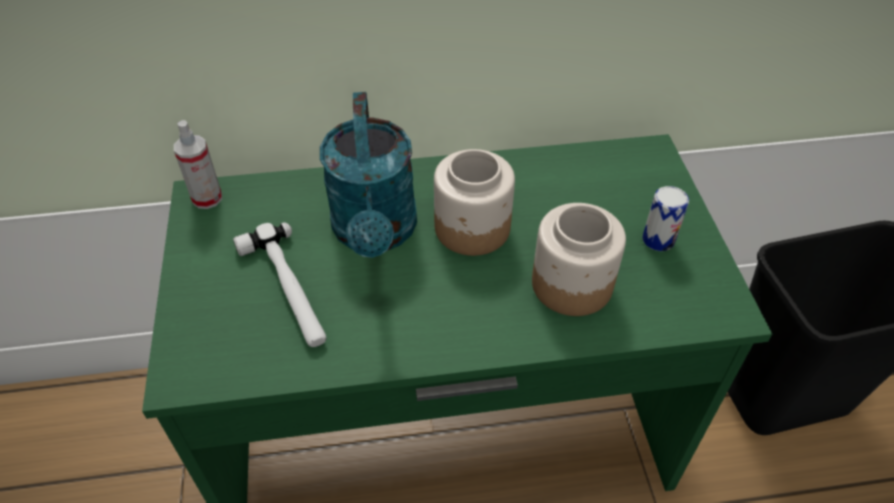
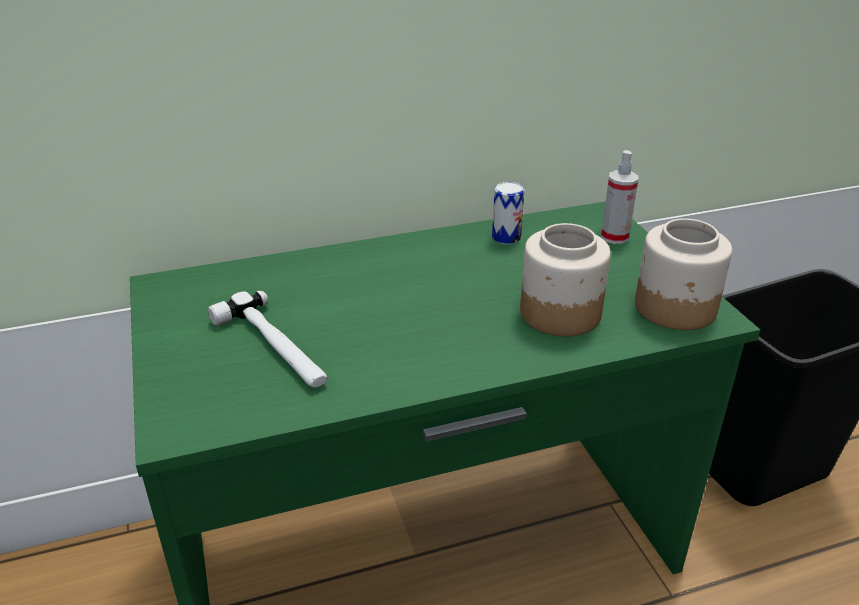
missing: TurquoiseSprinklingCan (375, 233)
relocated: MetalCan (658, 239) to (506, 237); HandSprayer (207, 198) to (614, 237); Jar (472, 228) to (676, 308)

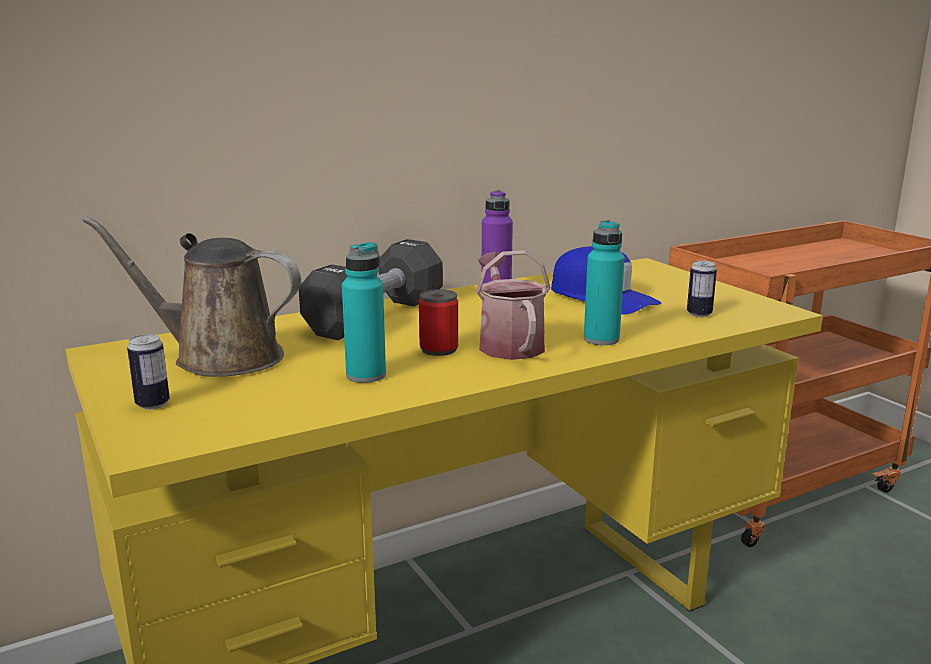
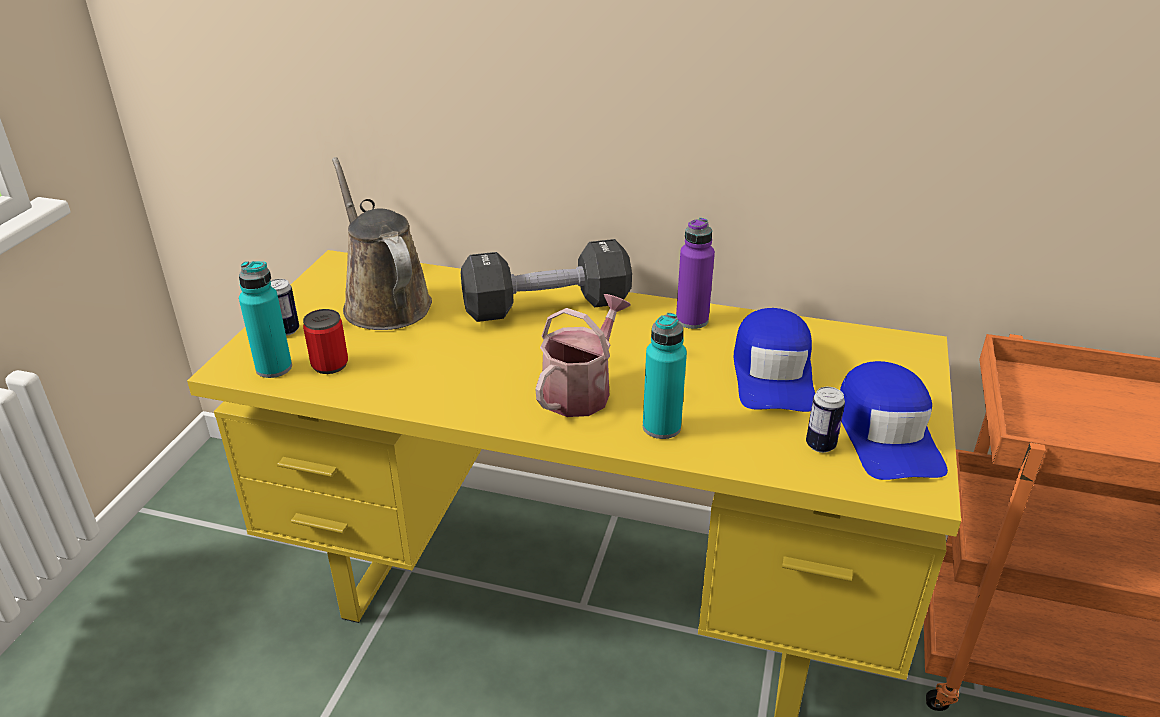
appeared: BluePeakedCap (886, 433)
relocated: TurquoiseDrinkBottle (366, 375) to (274, 368); MetalCan (439, 349) to (330, 364)

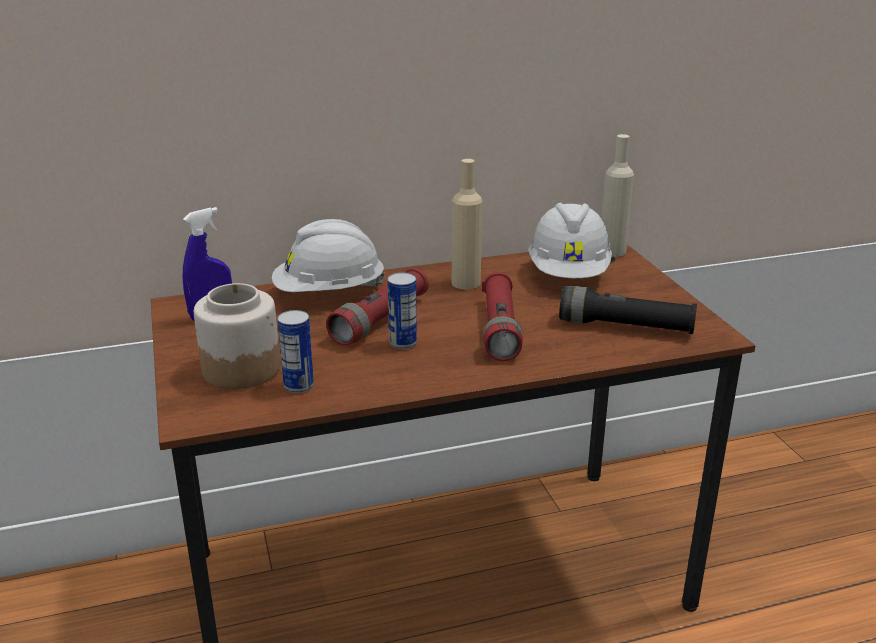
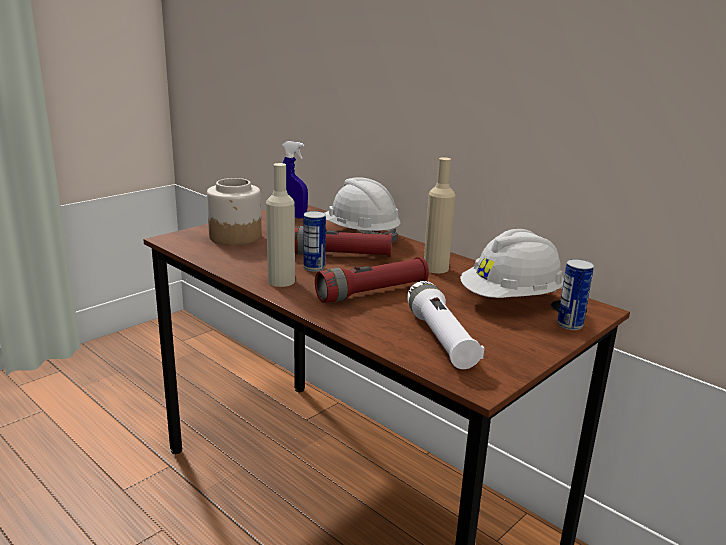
relocated: BeigeColouredDrinkBottle (612, 251) to (281, 281); MetalCan (298, 386) to (569, 325)
colour: BlackFlashlight (625, 327) to WhiteColouredFlashlight (440, 339)

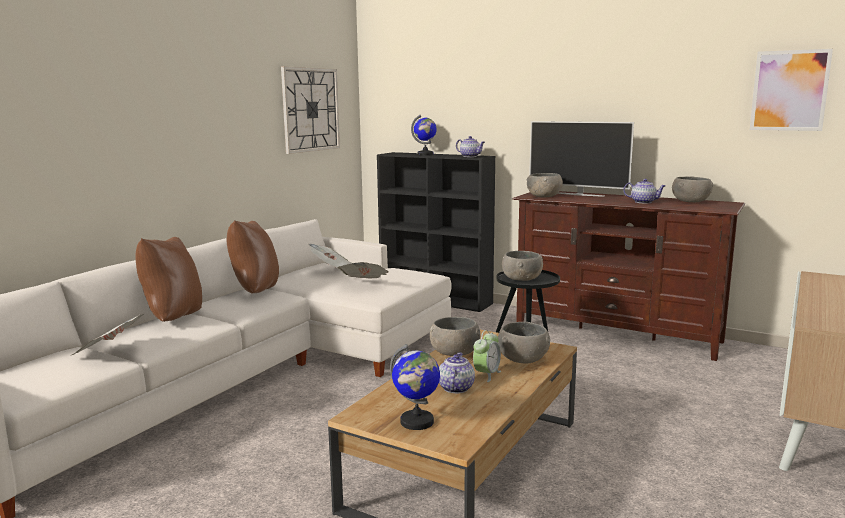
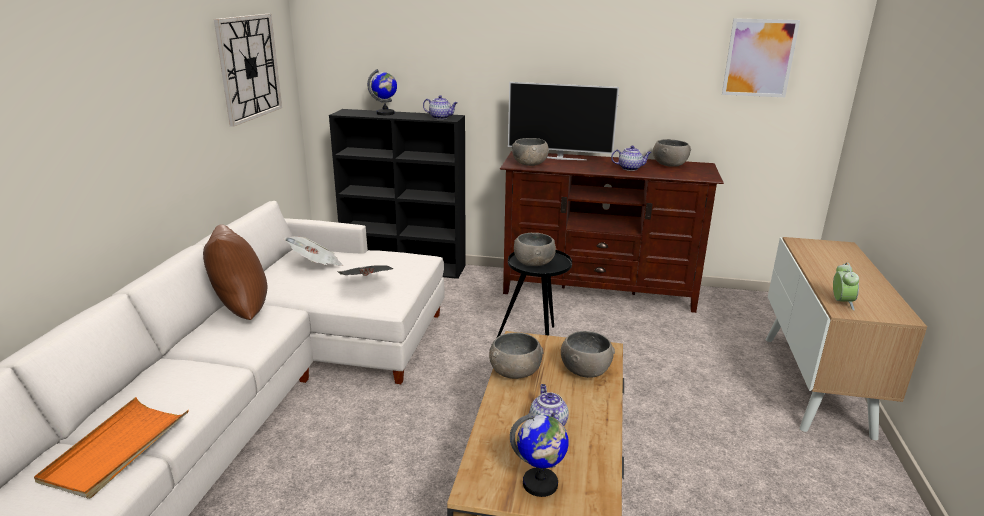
missing: BrownPillow (172, 318)
relocated: AlarmClock (486, 374) to (841, 303)
exchanged: PrintedPaper (110, 352) to OrangeyTray (116, 449)

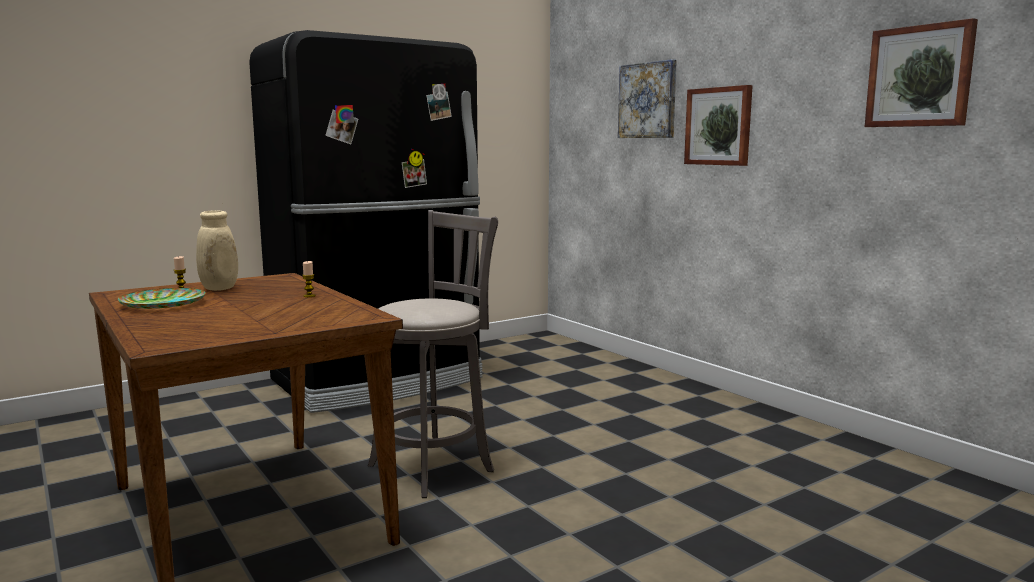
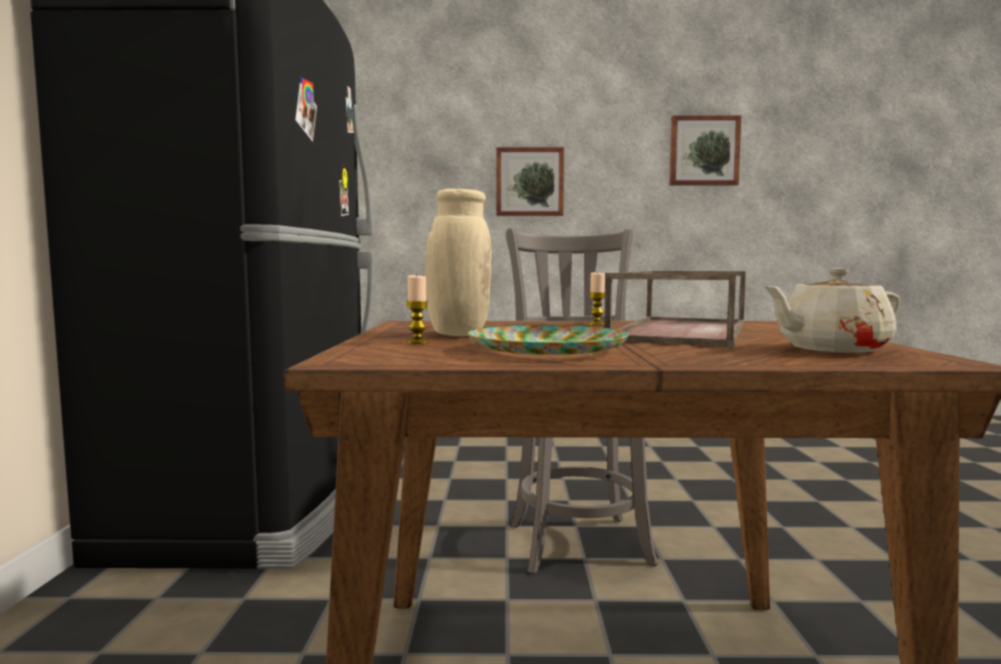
missing: WallArt (648, 100)
appeared: BrownTray (679, 331); BeigeColouredTeapot (831, 349)

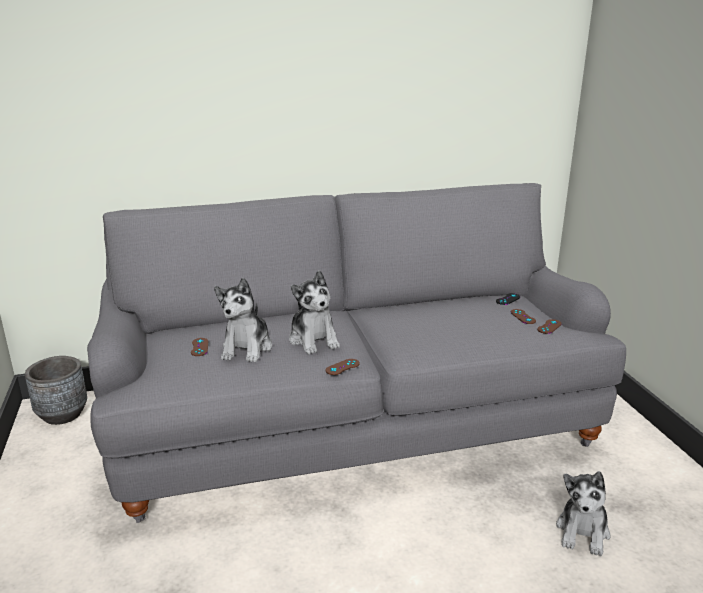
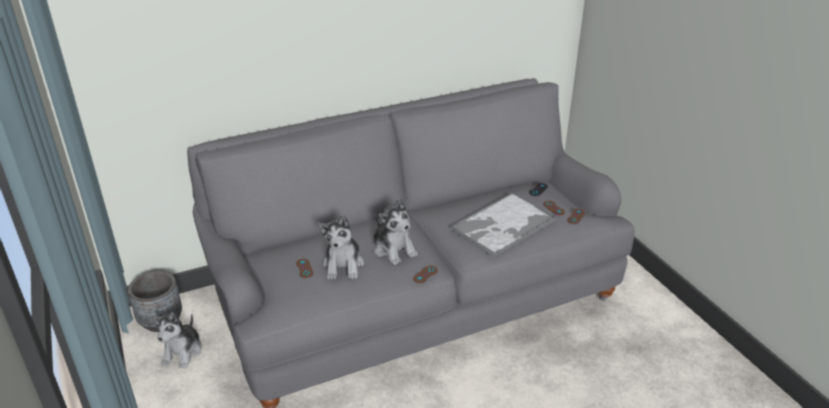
appeared: Tray (503, 225)
relocated: PlushToy (583, 532) to (183, 352)

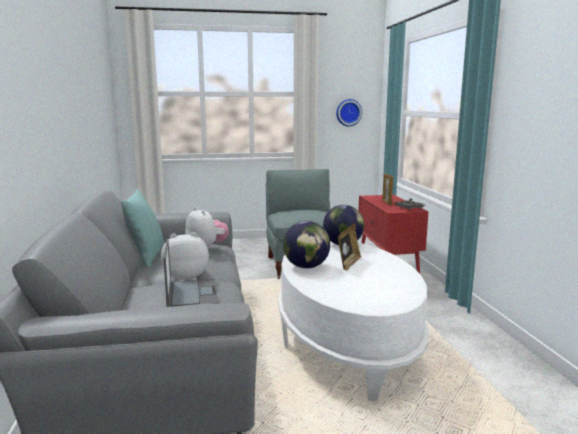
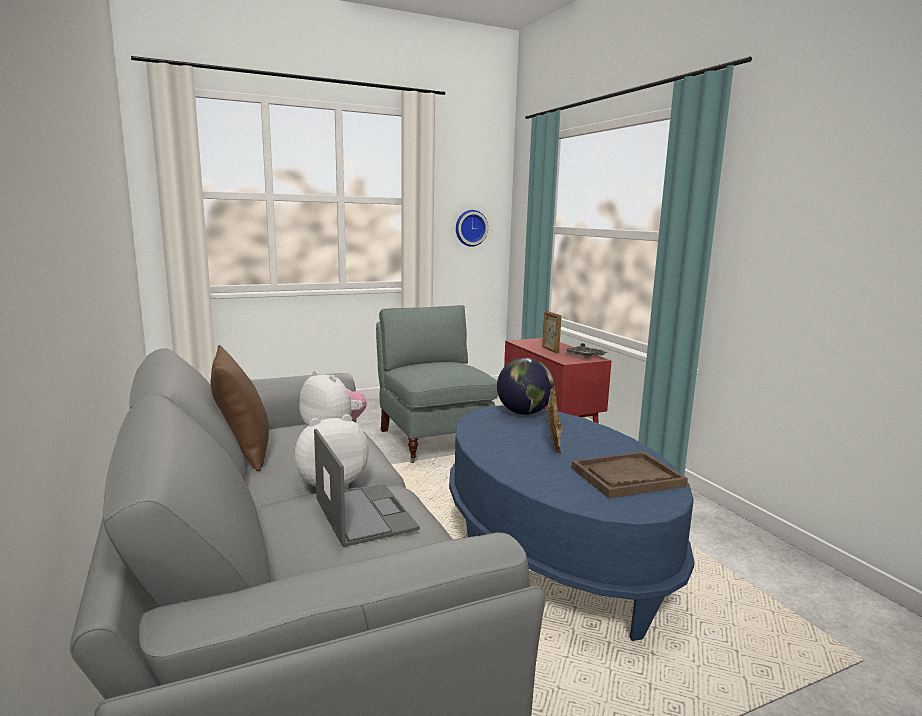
missing: Globe (306, 267)
appeared: BrownTray (627, 477)
colour: TurquoisePillow (146, 256) to BrownPillow (243, 452); WhiteColouredLoungeTable (346, 341) to BlueLoungeTable (553, 550)

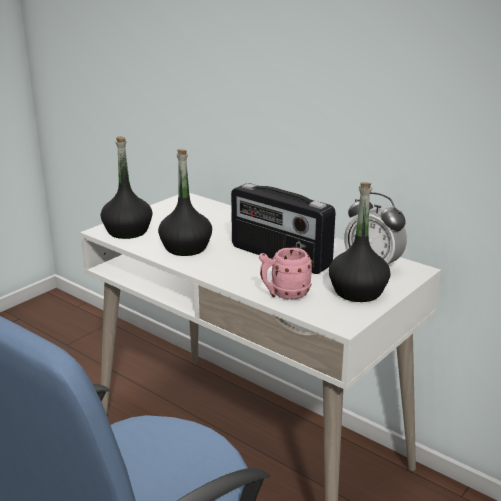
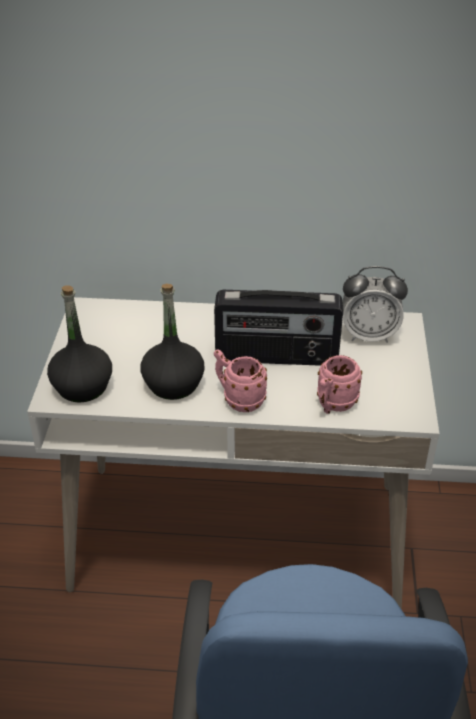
missing: BlackDrinkBottle (357, 291)
appeared: PinkishCoffeeMug (238, 399)

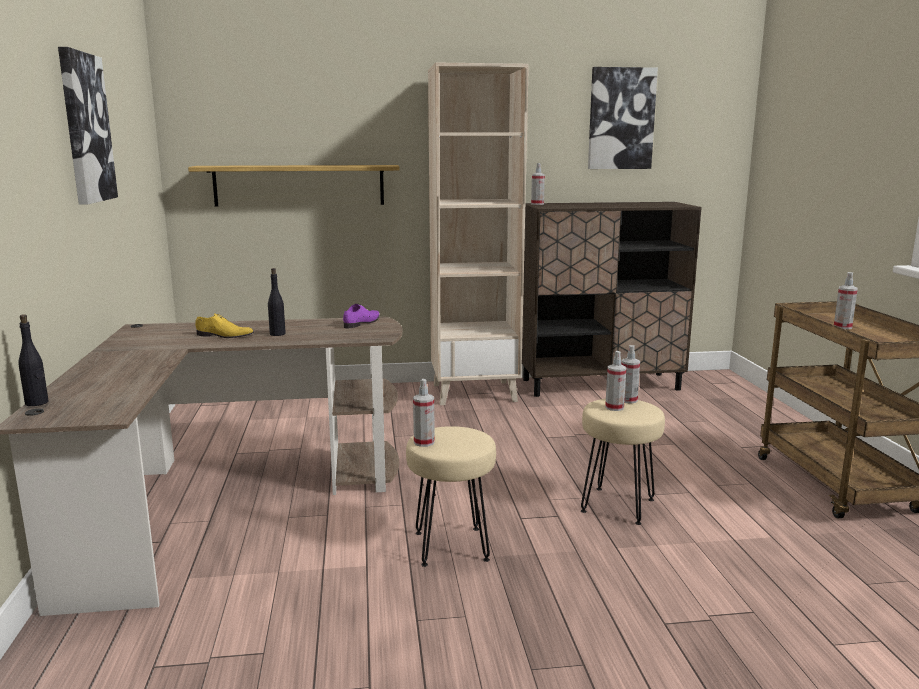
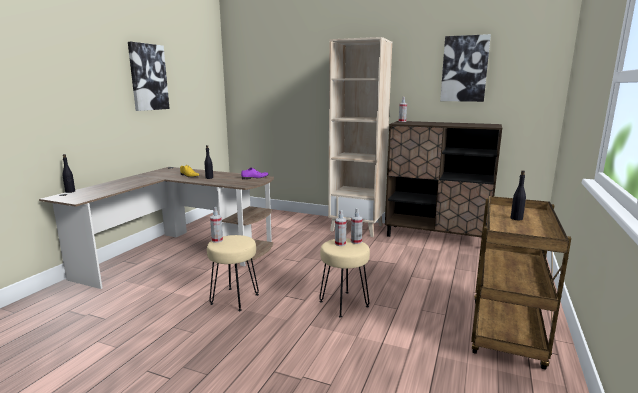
missing: Shelf (299, 185)
exchanged: HandSprayer (842, 327) to BlackDrinkBottle (516, 218)

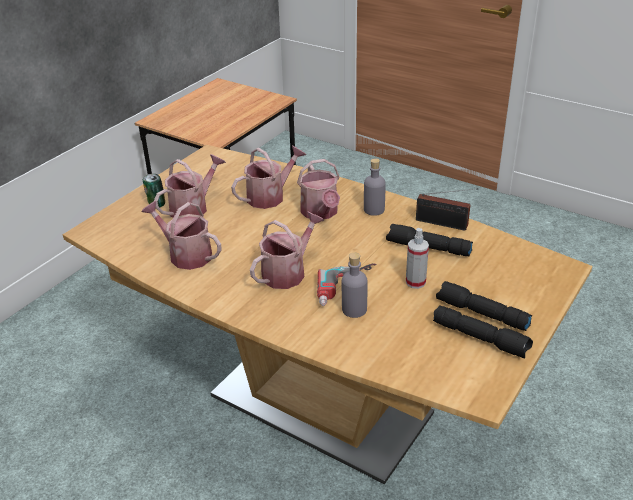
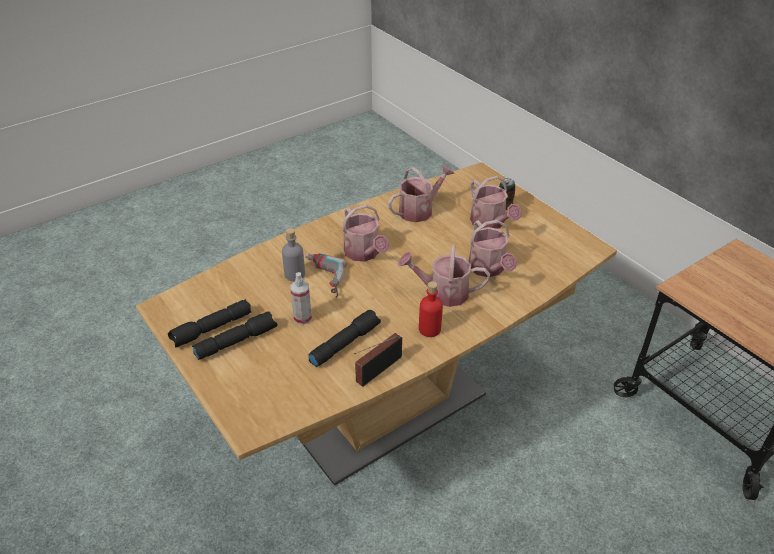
colour: GreyDrinkBottle (374, 210) to RedDrinkBottle (429, 329)

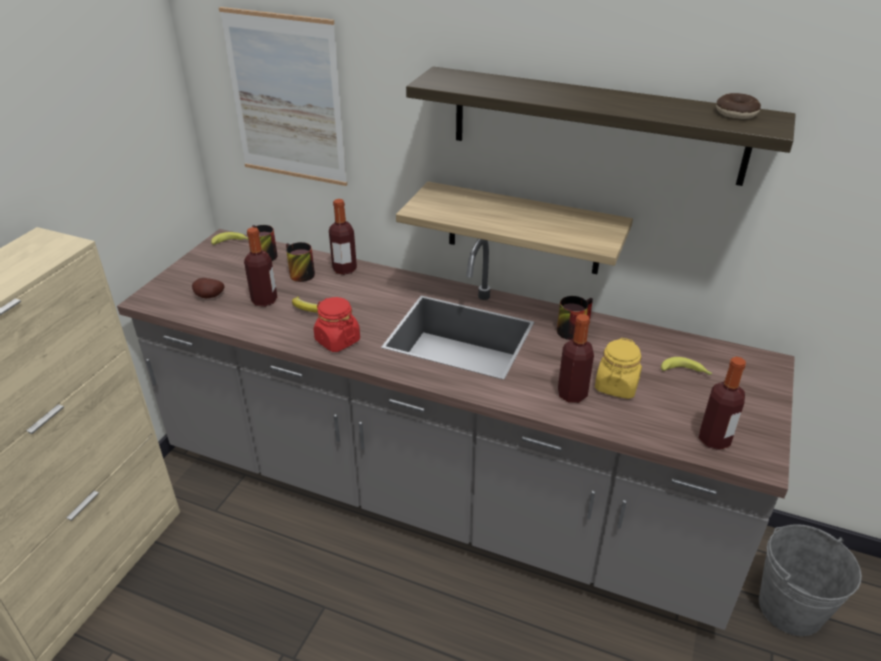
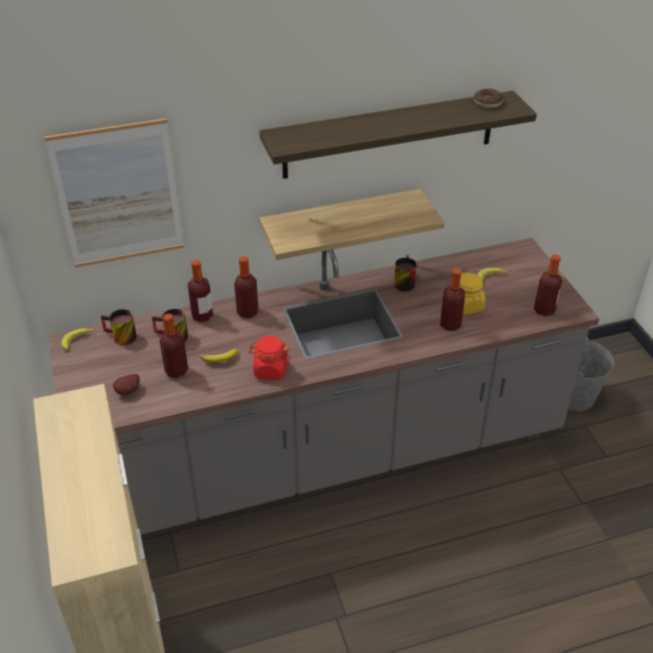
appeared: DrinkBottle (247, 312)

